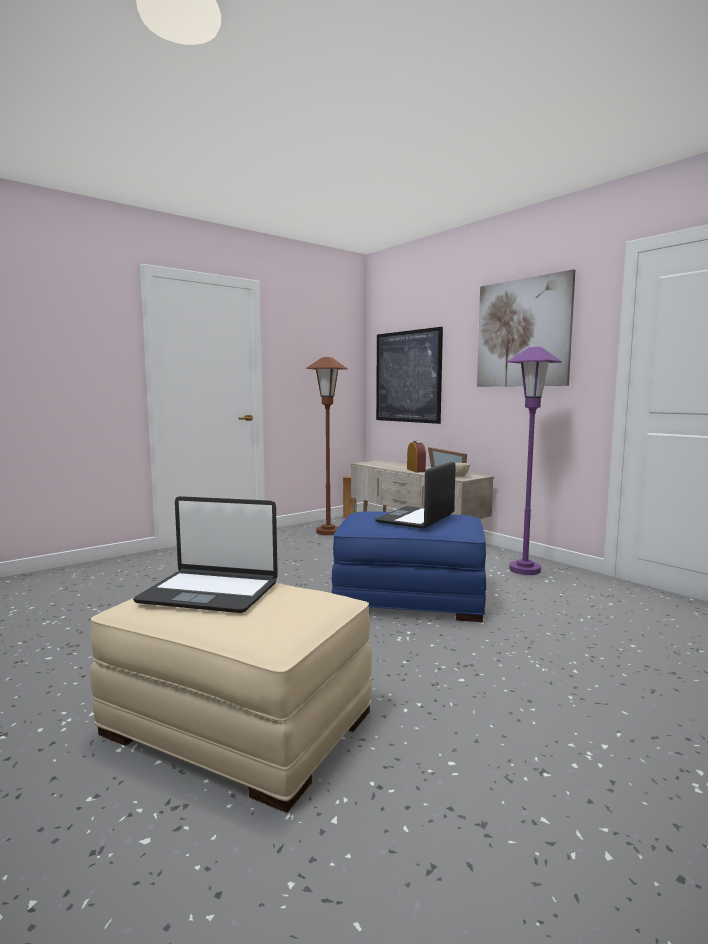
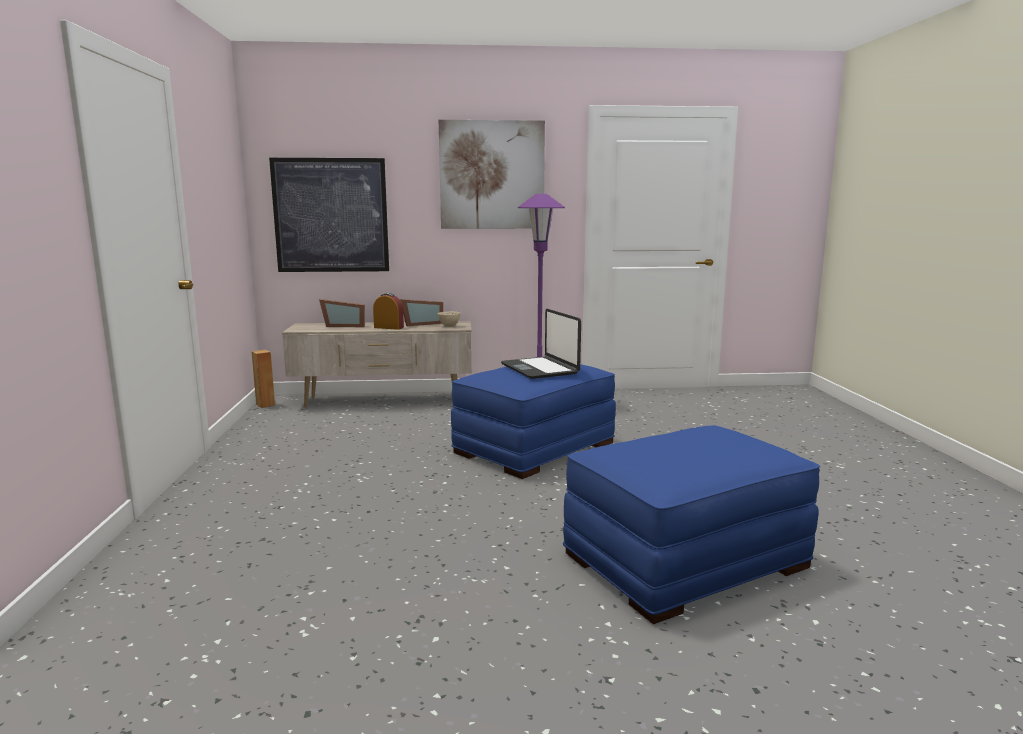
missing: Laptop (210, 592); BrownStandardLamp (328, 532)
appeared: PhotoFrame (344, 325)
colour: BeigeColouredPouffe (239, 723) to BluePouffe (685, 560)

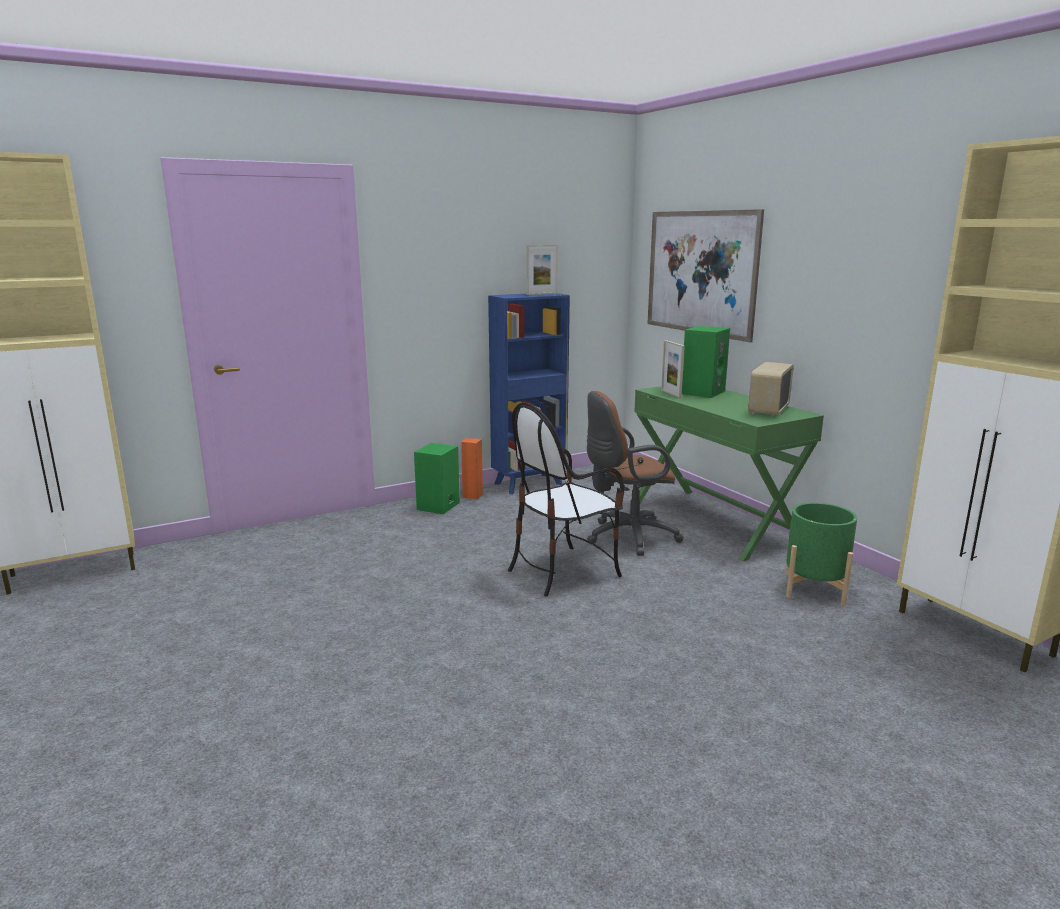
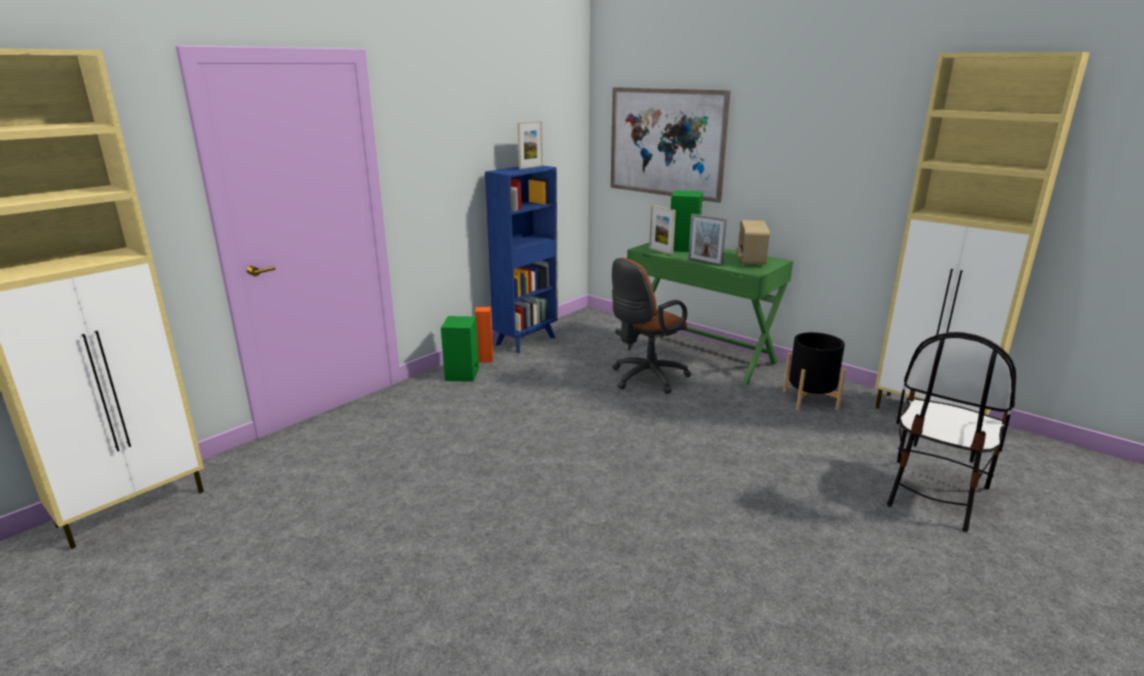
appeared: PhotoFrame (705, 262)
relocated: Chair (563, 571) to (933, 494)
colour: GreenColouredFlowerPot (814, 589) to BlackFlowerPot (810, 399)

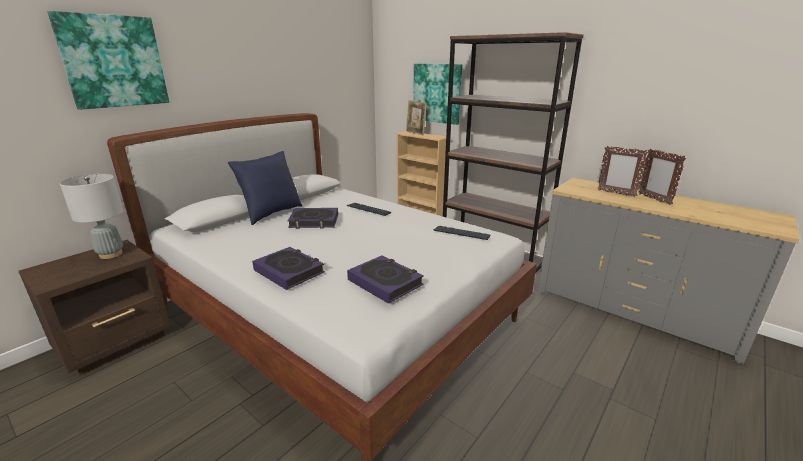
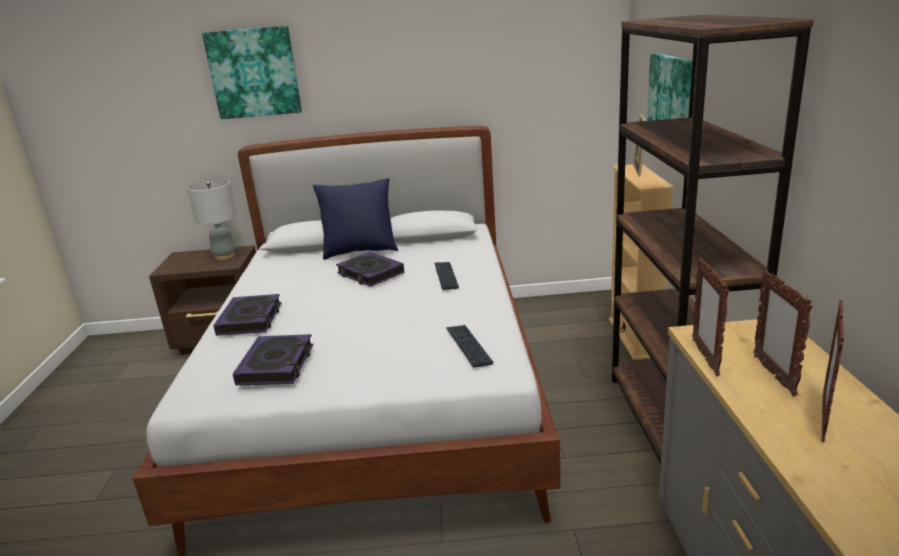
appeared: PhotoFrame (705, 357)

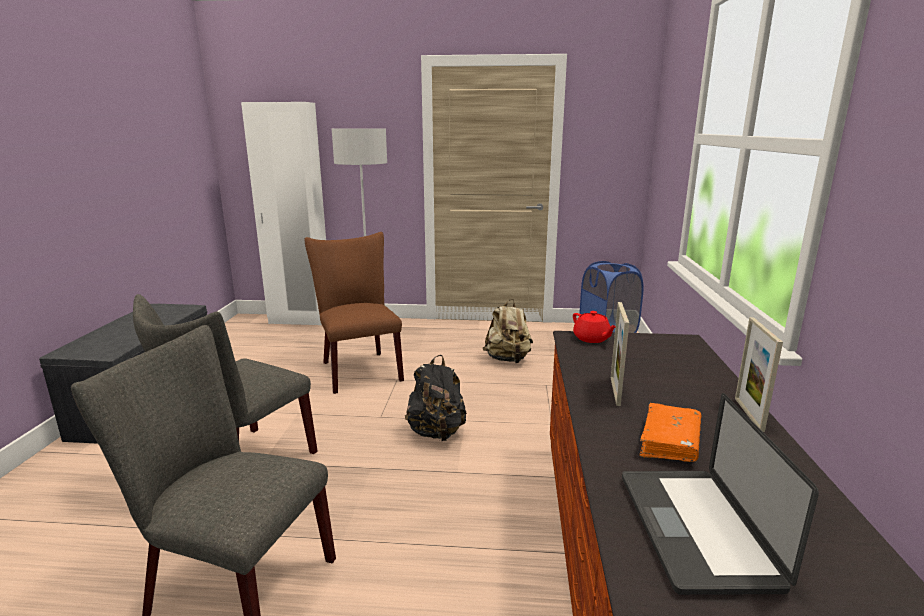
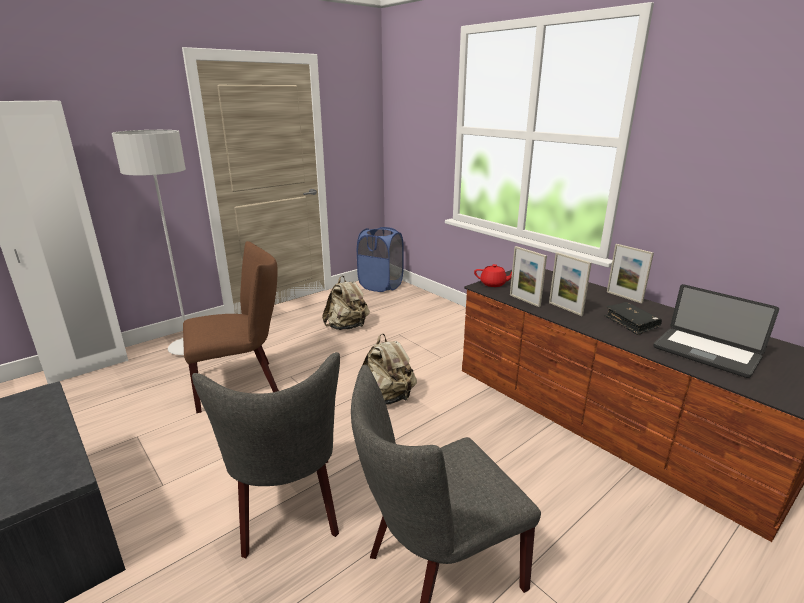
appeared: PhotoFrame (524, 300)
colour: BlackKnapsack (436, 433) to BeigeColouredKnapsack (386, 398); OrangeyBook (669, 442) to BlackBook (631, 323)
spun: BrownChair (358, 369) = (242, 383) 135 degrees clockwise

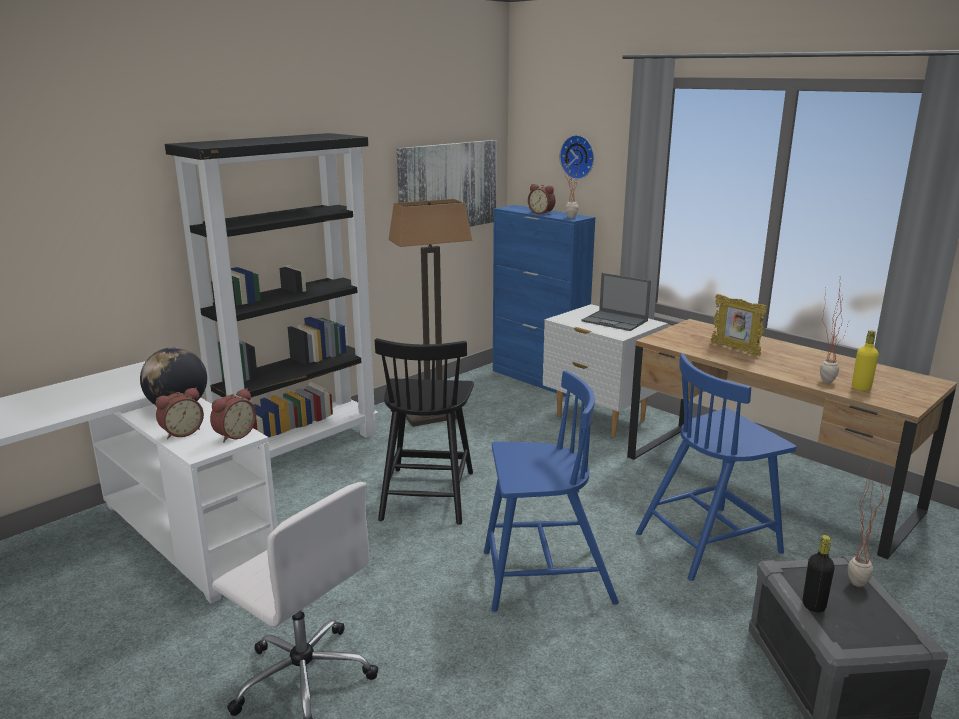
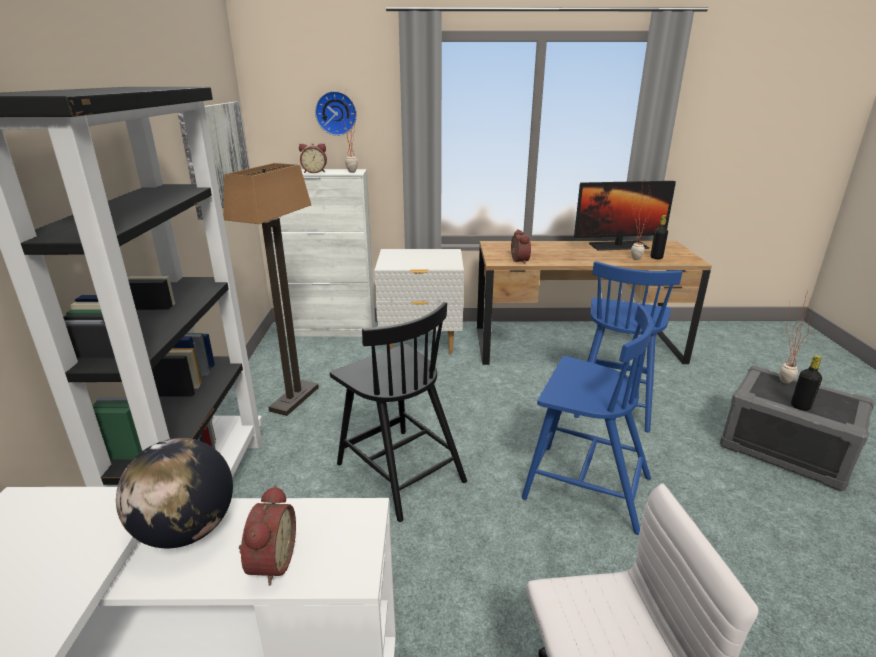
missing: Laptop (615, 321); PhotoFrame (735, 350)
appeared: Monitor (618, 246)
relocated: AlarmClock (234, 435) to (518, 261)
colour: BlueCabinet (538, 379) to WhiteColouredCabinet (329, 330); YellowishDrinkBottle (861, 388) to BlackDrinkBottle (656, 257)
spun: BlueChair (544, 578) = (584, 486) 75 degrees clockwise

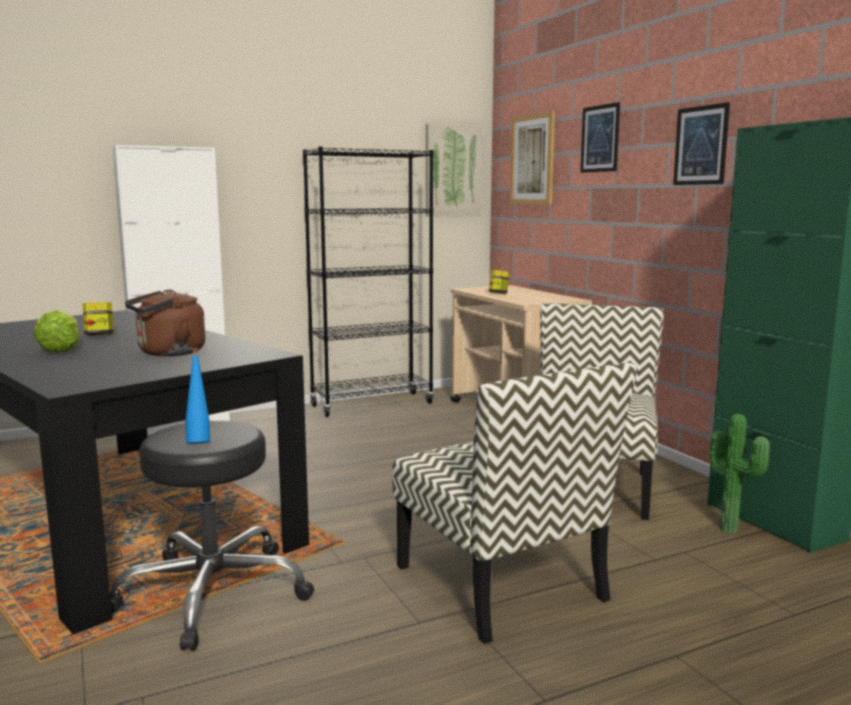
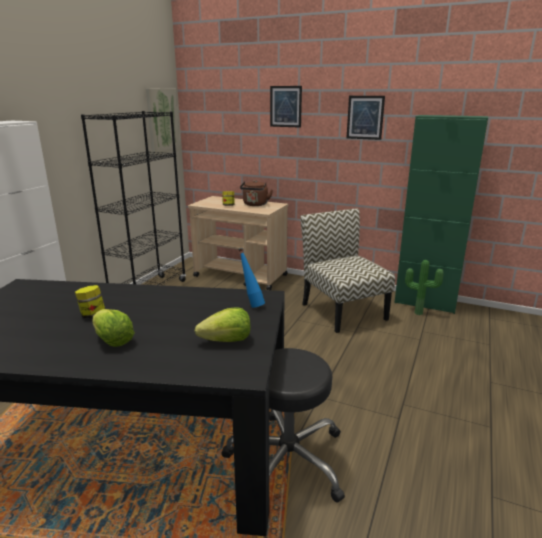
missing: Chair (502, 584); WallArt (532, 159)
appeared: Lettuce (227, 341)
relocated: BlueDrinkBottle (199, 442) to (251, 305); BrownKettle (168, 353) to (255, 205)

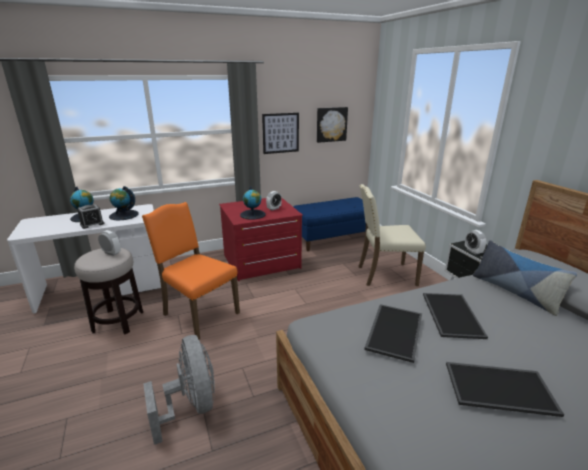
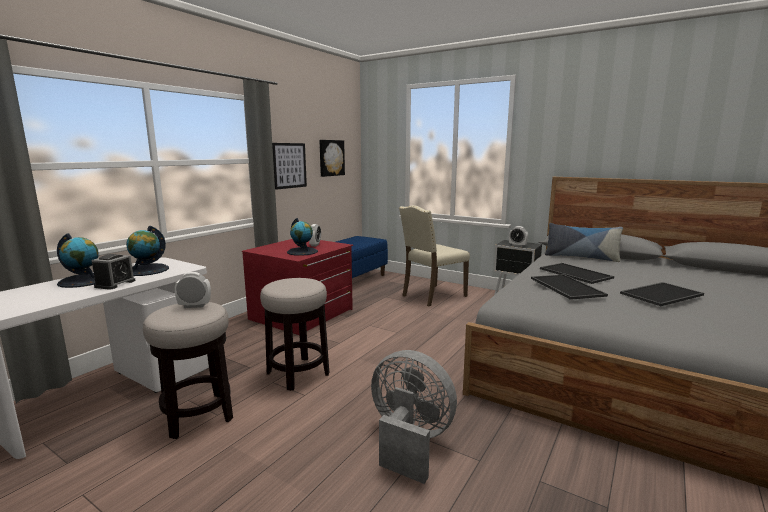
exchanged: OrangeyChair (198, 314) to StoolSeat (298, 373)

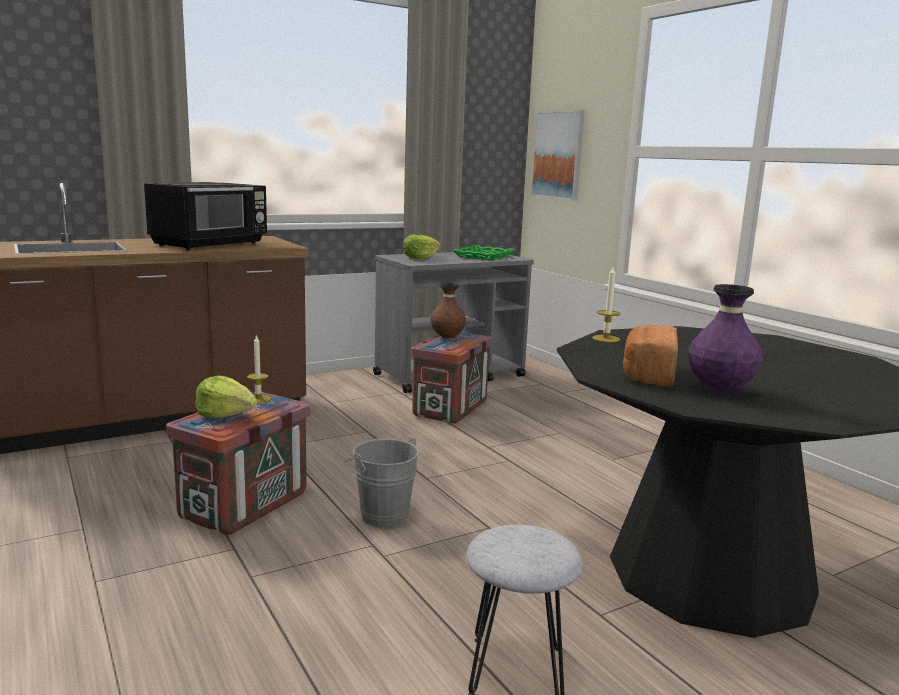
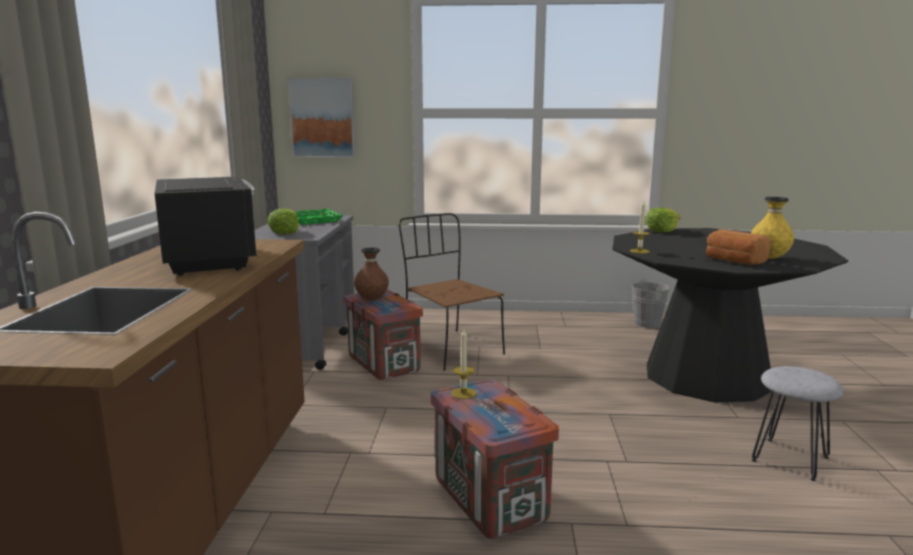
appeared: BrownChair (449, 349)
relocated: GreyWaterBucket (381, 514) to (644, 324); Lettuce (225, 415) to (662, 231)
colour: PurplishFlowerVase (720, 390) to YellowishFlowerVase (769, 258)

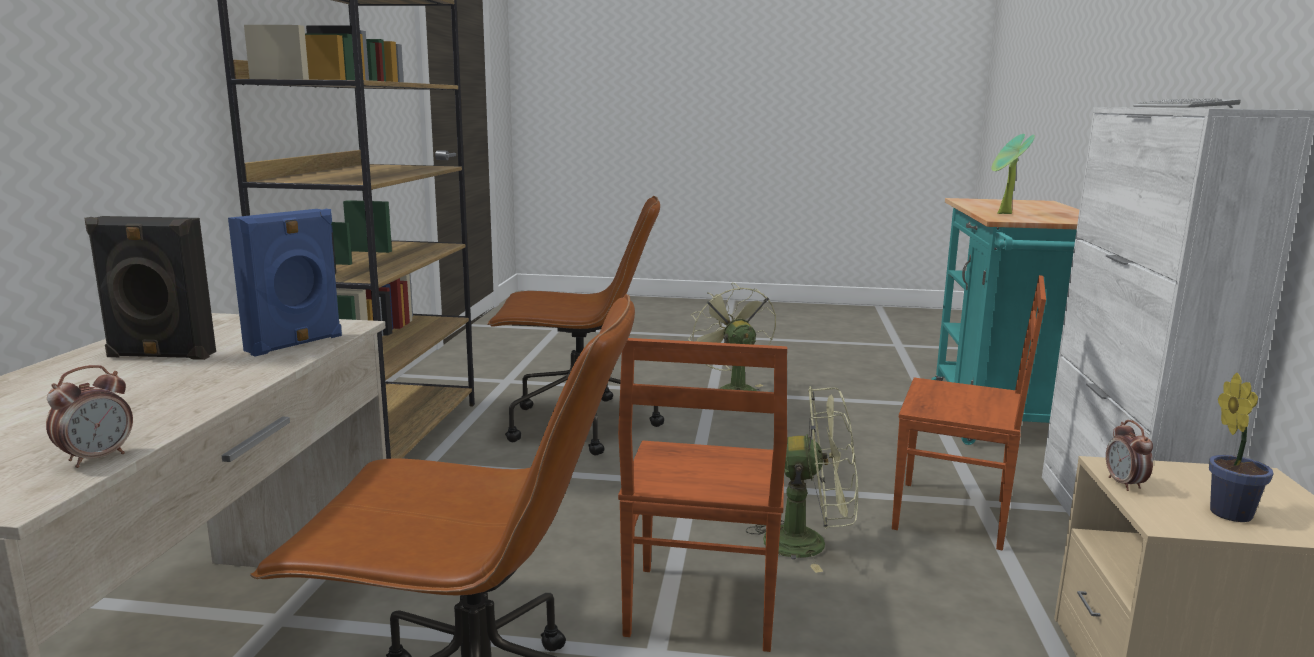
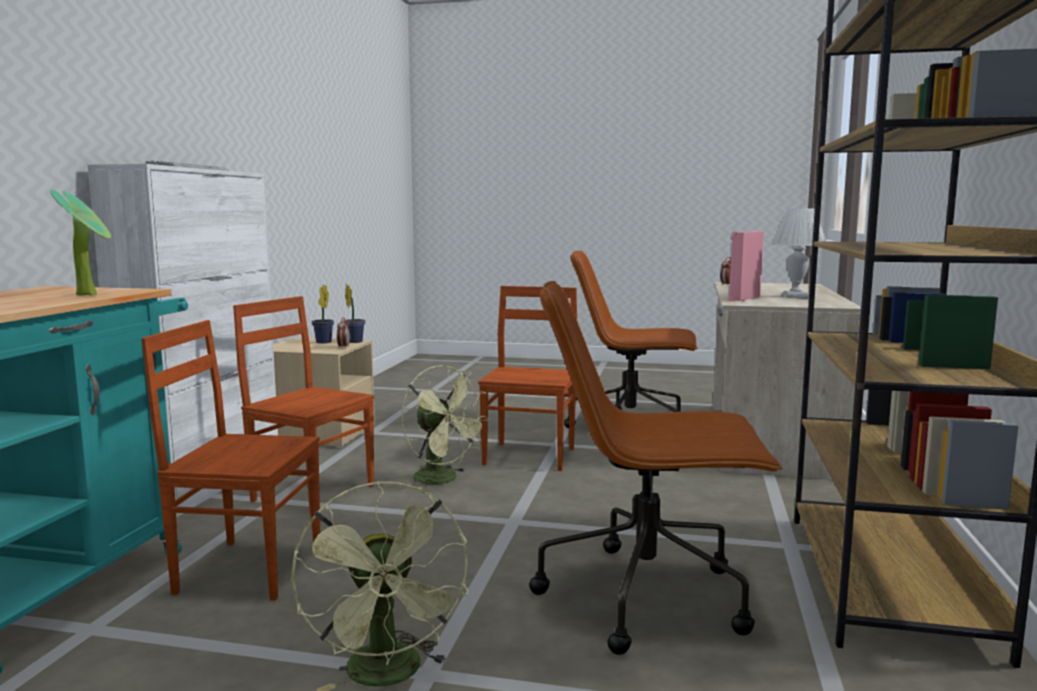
appeared: BrownChair (249, 568); PlantInAPot (354, 341)
exchanged: BlackSpeaker (160, 356) to WhiteColouredTableLamp (794, 296)
colour: BlueSpeaker (296, 344) to PinkishSpeaker (743, 298)
spun: GreenColouredFan (809, 543) = (443, 480) 150 degrees counterclockwise

